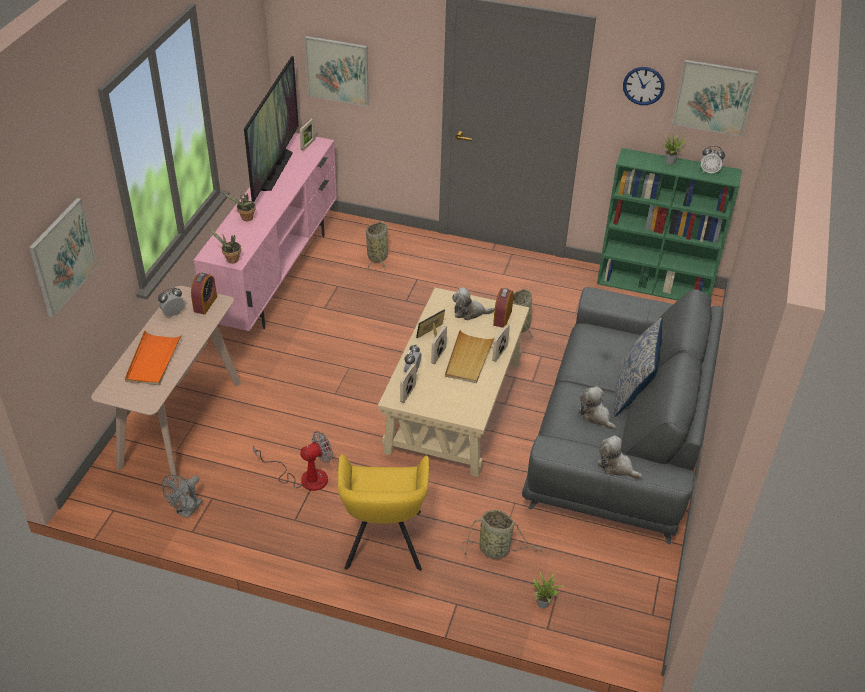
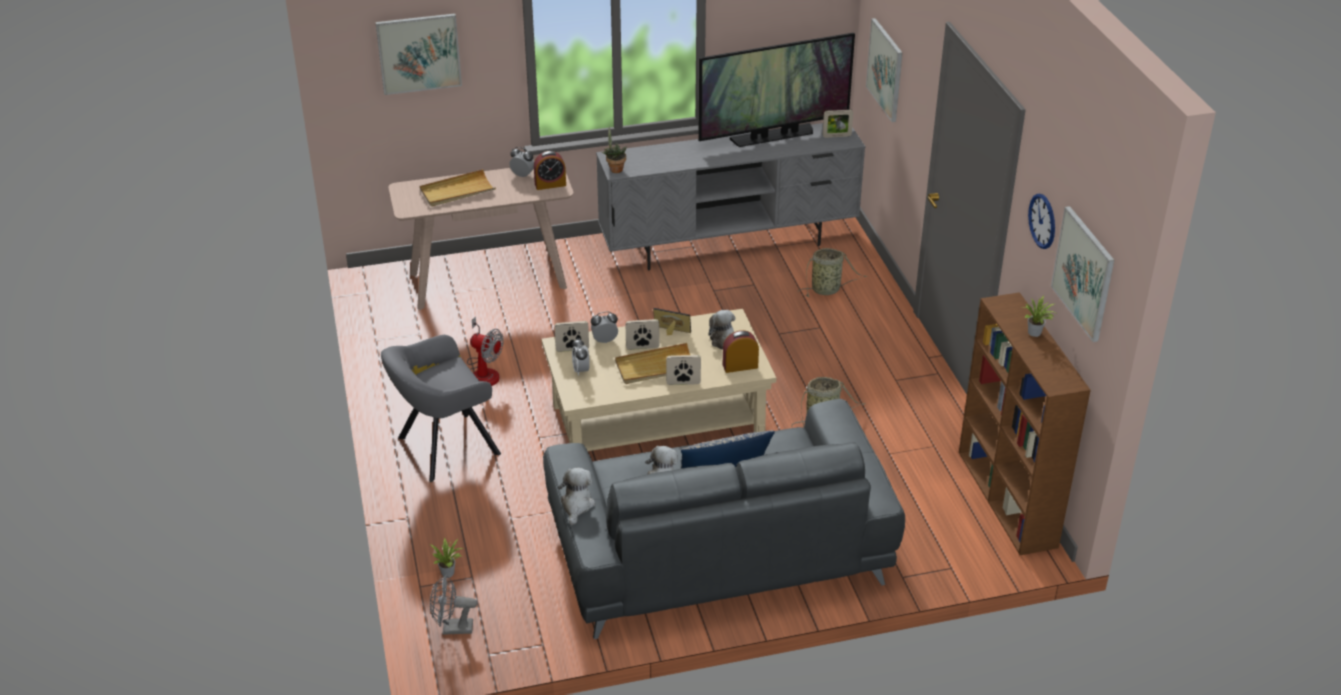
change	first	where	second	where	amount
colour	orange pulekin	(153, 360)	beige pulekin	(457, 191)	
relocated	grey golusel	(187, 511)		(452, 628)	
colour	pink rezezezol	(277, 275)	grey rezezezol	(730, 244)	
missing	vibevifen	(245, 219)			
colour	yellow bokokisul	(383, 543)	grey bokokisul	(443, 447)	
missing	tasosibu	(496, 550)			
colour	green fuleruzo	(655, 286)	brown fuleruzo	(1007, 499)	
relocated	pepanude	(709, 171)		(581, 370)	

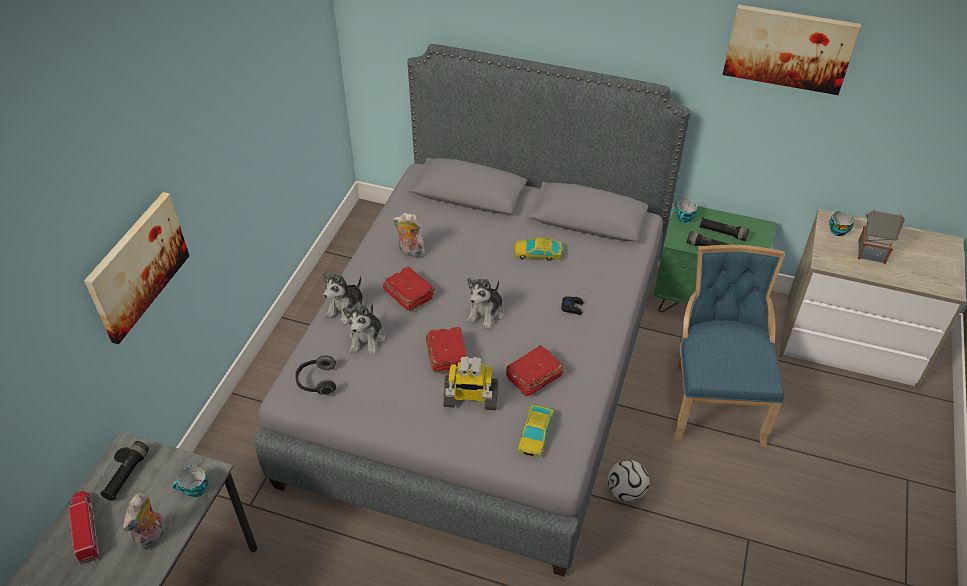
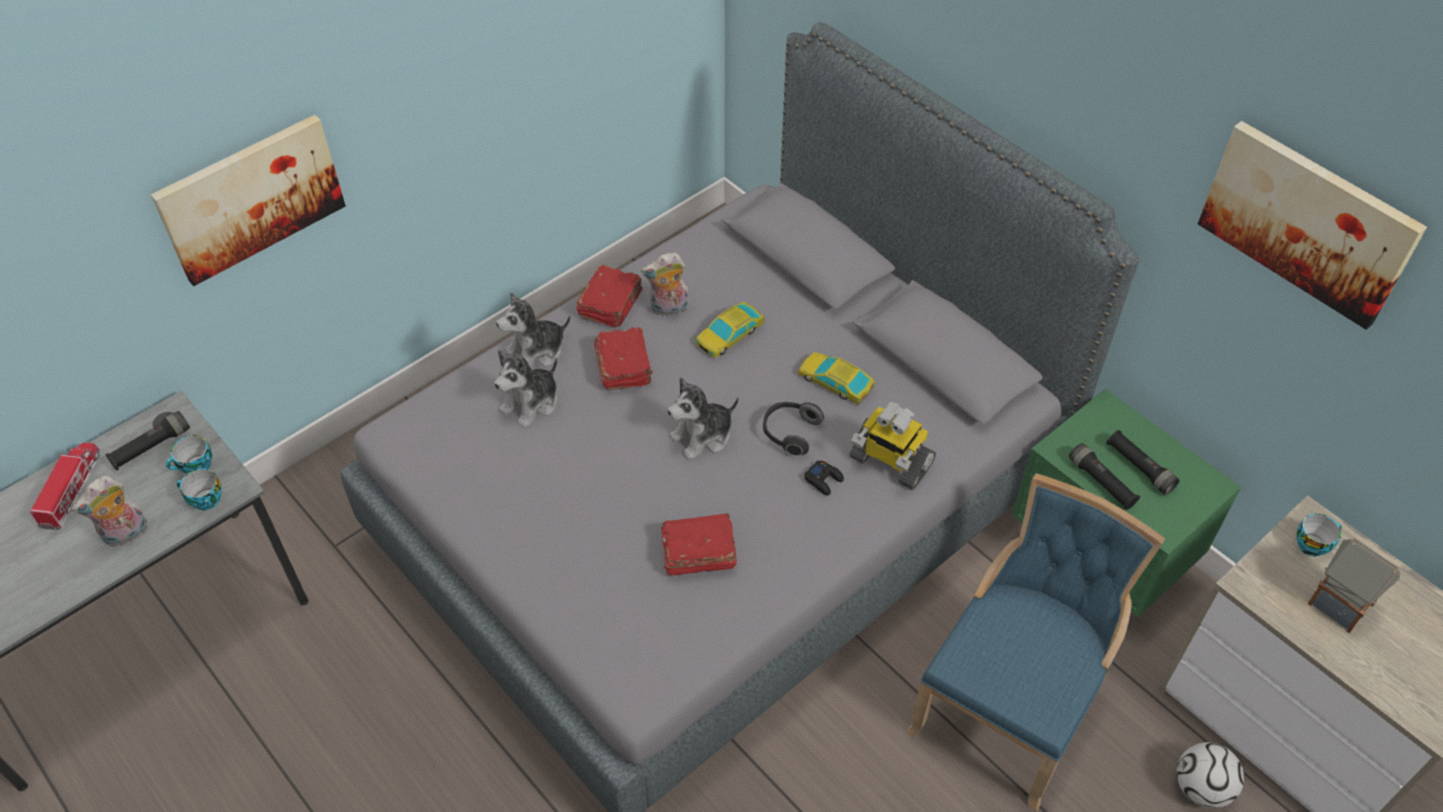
change	first	where	second	where	amount
relocated	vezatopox	(317, 382)		(790, 433)	
spun	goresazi	(410, 253)		(668, 309)	60 degrees counterclockwise
relocated	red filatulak	(447, 355)		(611, 304)	
relocated	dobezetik	(470, 398)		(889, 461)	
relocated	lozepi	(535, 434)		(730, 335)	
relocated	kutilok	(626, 492)		(1201, 788)	
relocated	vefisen	(684, 219)		(196, 467)	

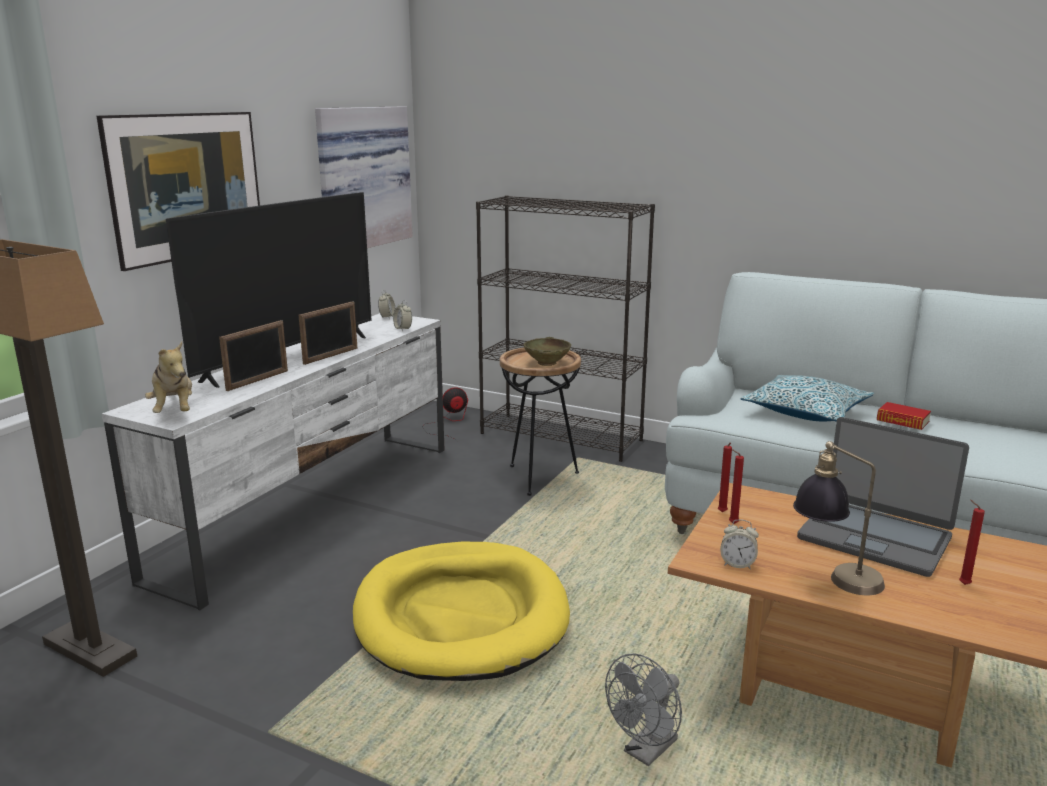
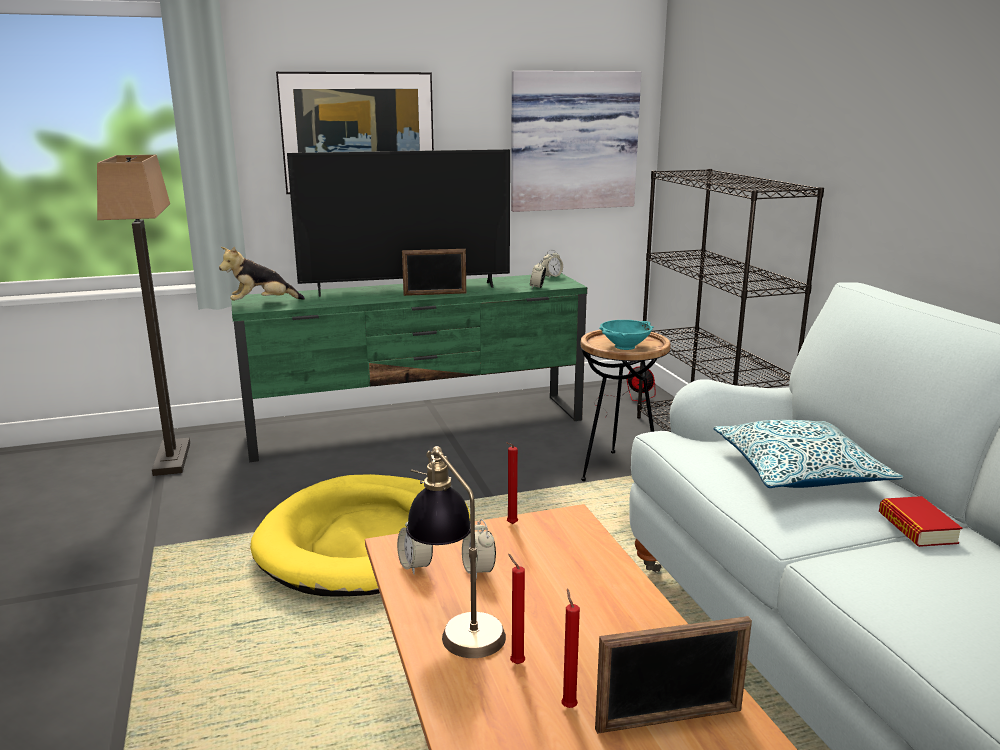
change	first	where	second	where	amount
colour	white rezezezol	(315, 506)	green rezezezol	(419, 426)	
spun	goresazi	(174, 411)		(262, 304)	45 degrees clockwise
relocated	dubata	(258, 380)		(669, 720)	
colour	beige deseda	(547, 363)	turquoise deseda	(625, 346)	
missing	grey golusel	(646, 752)			
relocated	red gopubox	(731, 523)		(515, 662)	
missing	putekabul	(874, 537)			
appeared			pepanude	(478, 570)	

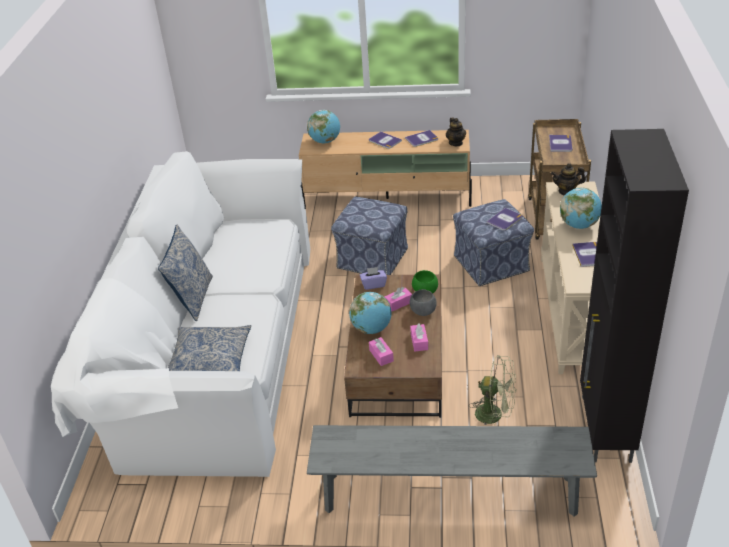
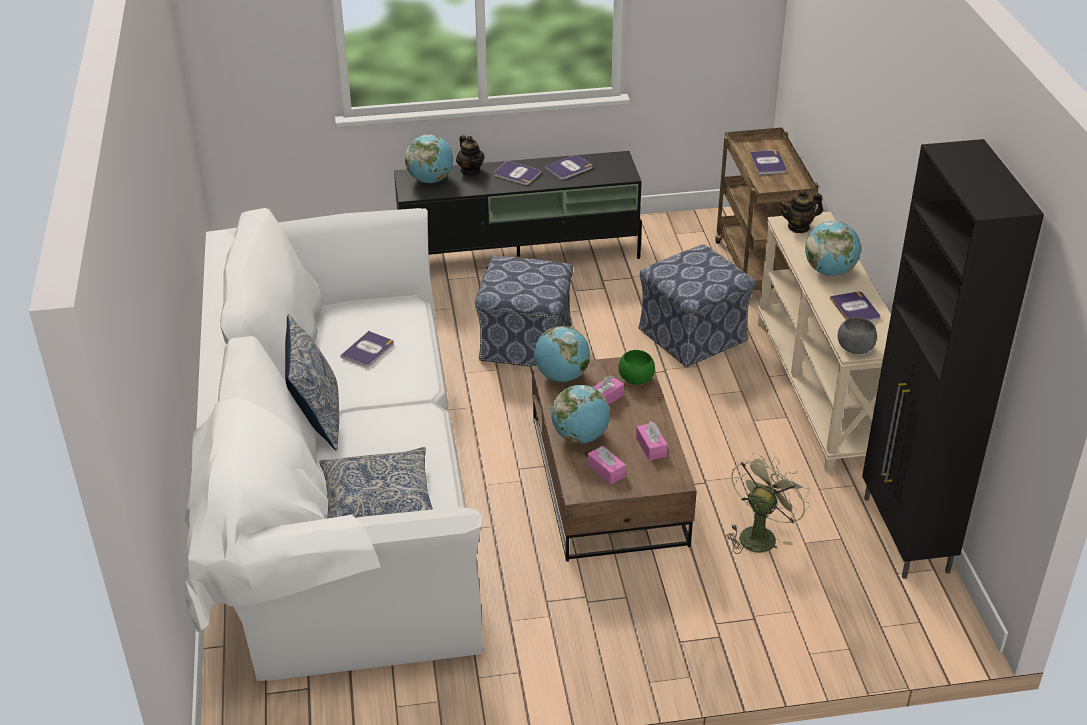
change	first	where	second	where	amount
colour	beige rezezezol	(388, 198)	black rezezezol	(520, 255)	
missing	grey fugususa	(449, 494)			
exchanged	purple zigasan	(373, 284)	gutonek	(561, 376)	
relocated	grey deseda	(423, 311)		(855, 348)	
relocated	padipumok	(456, 143)		(471, 171)	
spun	green golusel	(495, 414)		(760, 534)	60 degrees counterclockwise
relocated	filatulak	(504, 220)		(368, 350)	

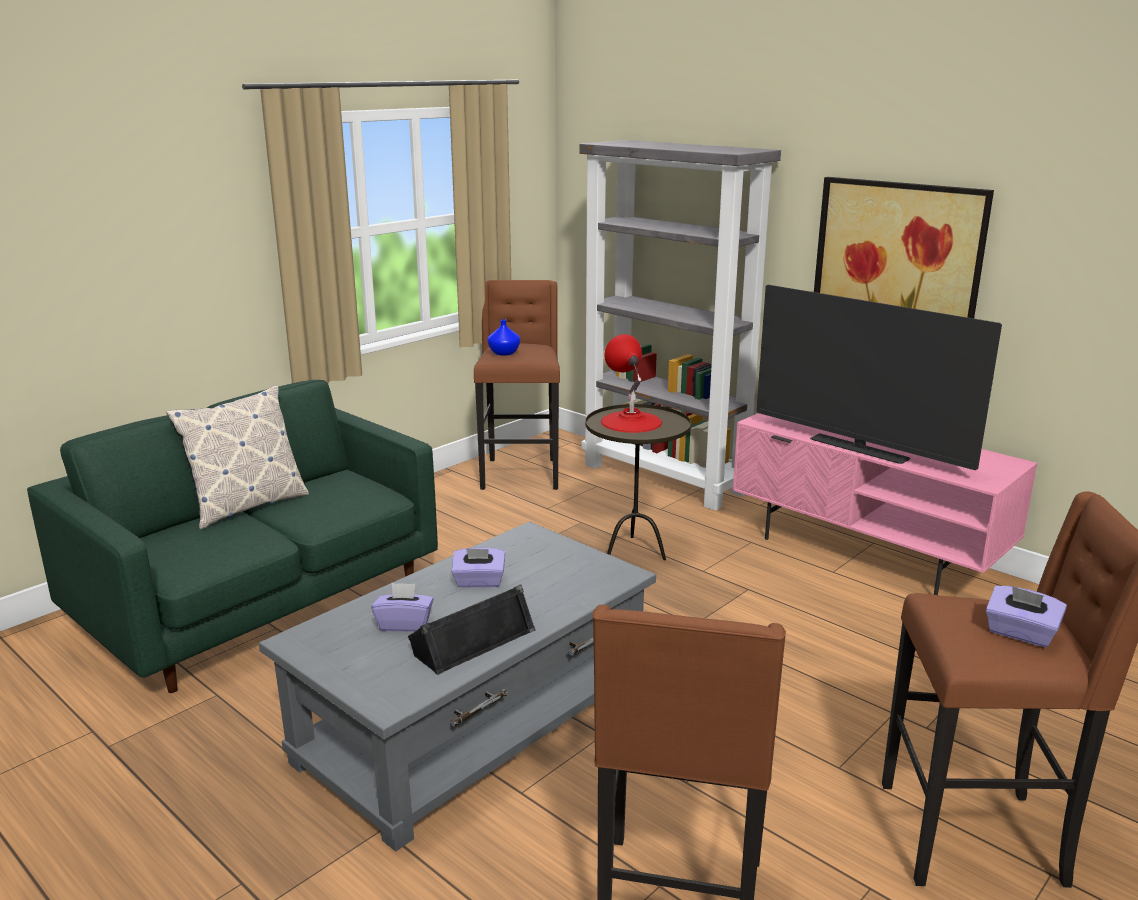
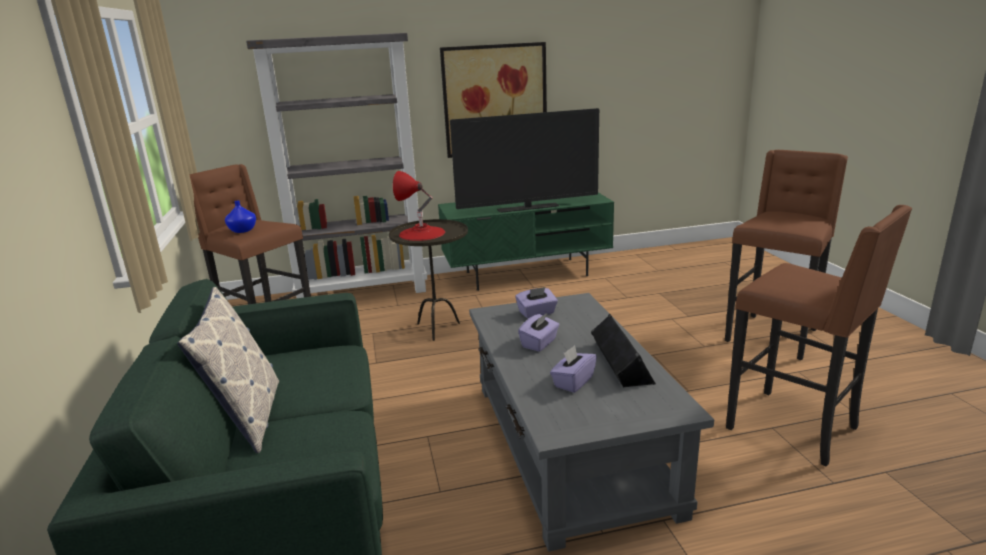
change	first	where	second	where	amount
colour	pink rezezezol	(867, 553)	green rezezezol	(527, 273)	
relocated	purple zigasan	(1020, 634)		(537, 313)	

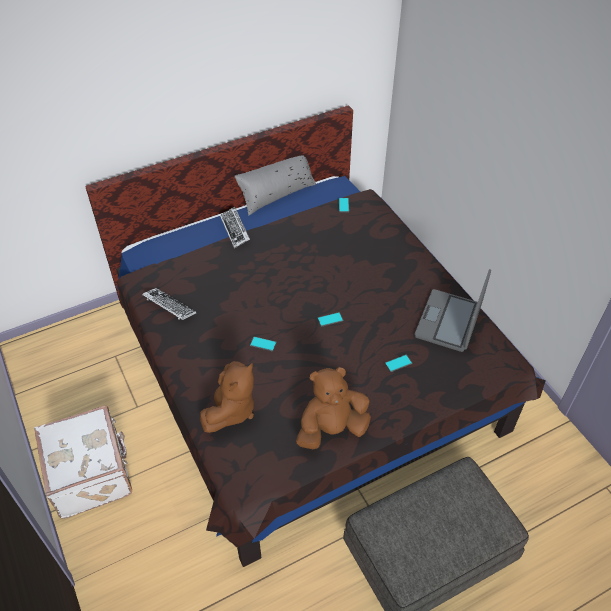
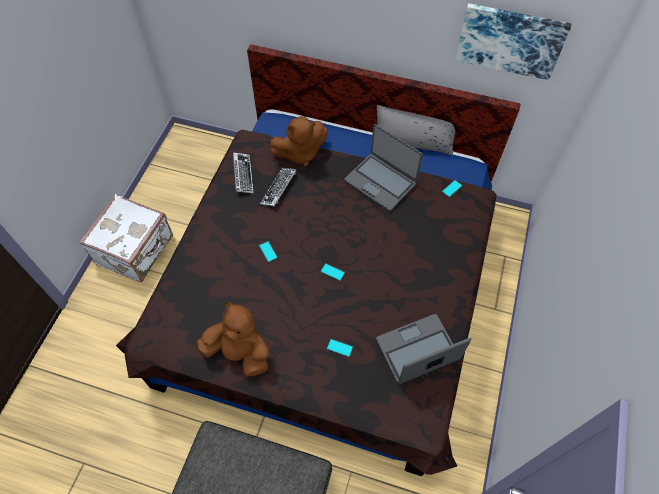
change	first	where	second	where	amount
relocated	brown goresazi	(231, 410)		(300, 153)	
relocated	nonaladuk	(235, 229)		(279, 189)	
appeared			putekabul	(380, 182)	
appeared			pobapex	(510, 40)	

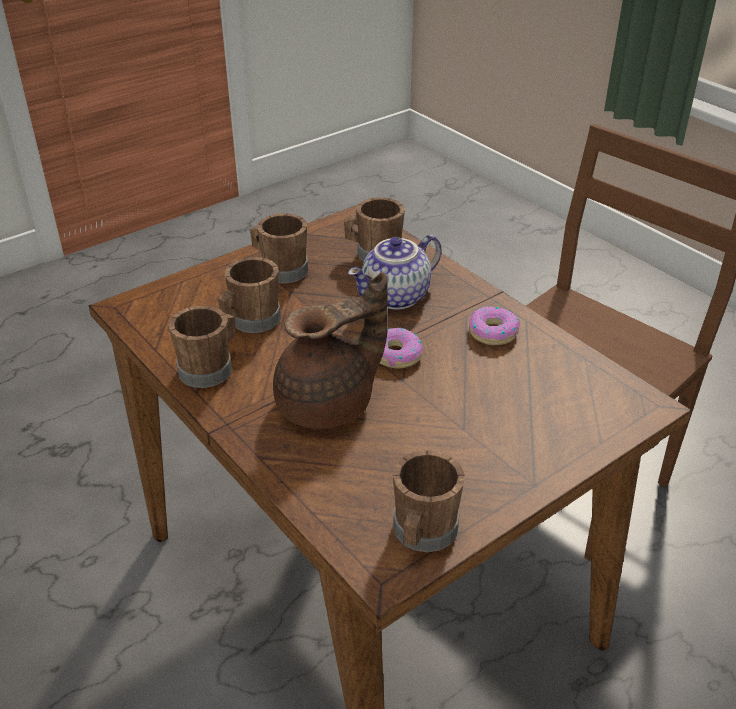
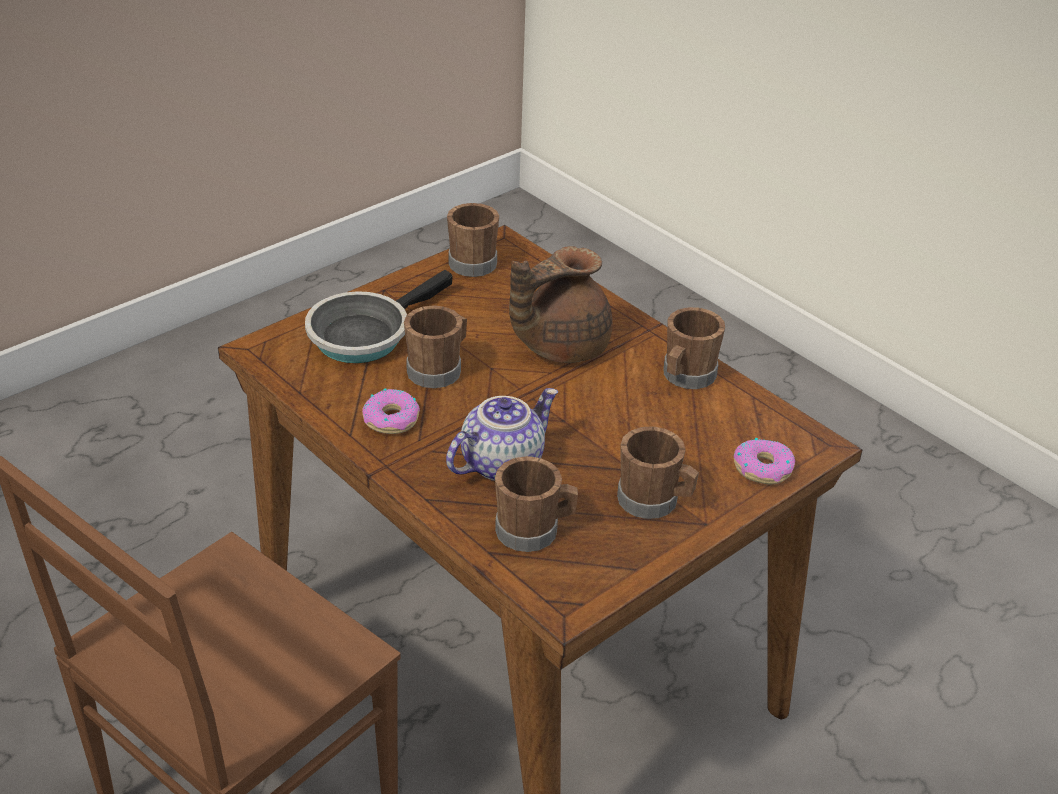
change	first	where	second	where	amount
relocated	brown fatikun	(251, 322)		(438, 369)	
relocated	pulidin	(395, 355)		(763, 468)	
appeared			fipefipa	(364, 334)	

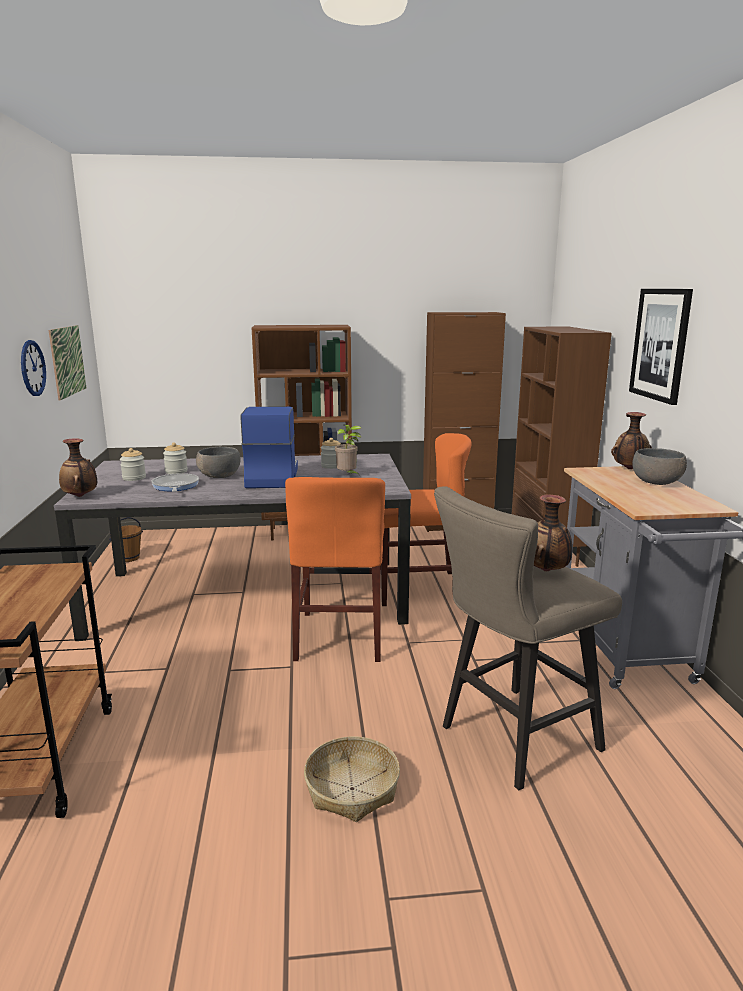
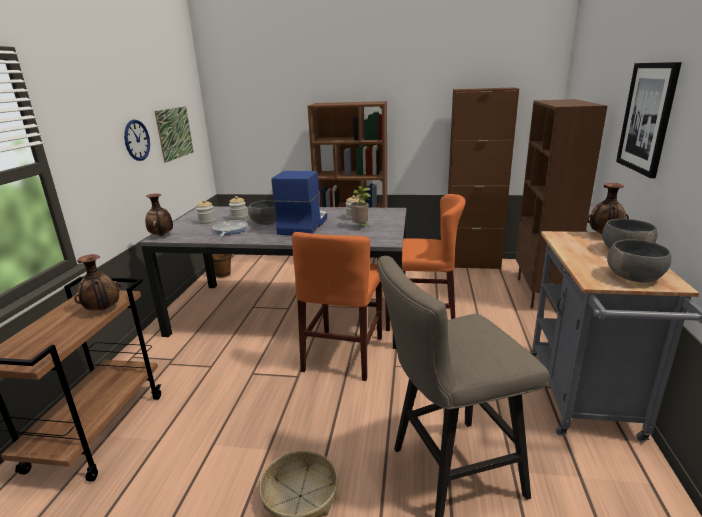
change	first	where	second	where	amount
relocated	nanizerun	(547, 571)		(103, 310)	
appeared			grey deseda	(633, 277)	

